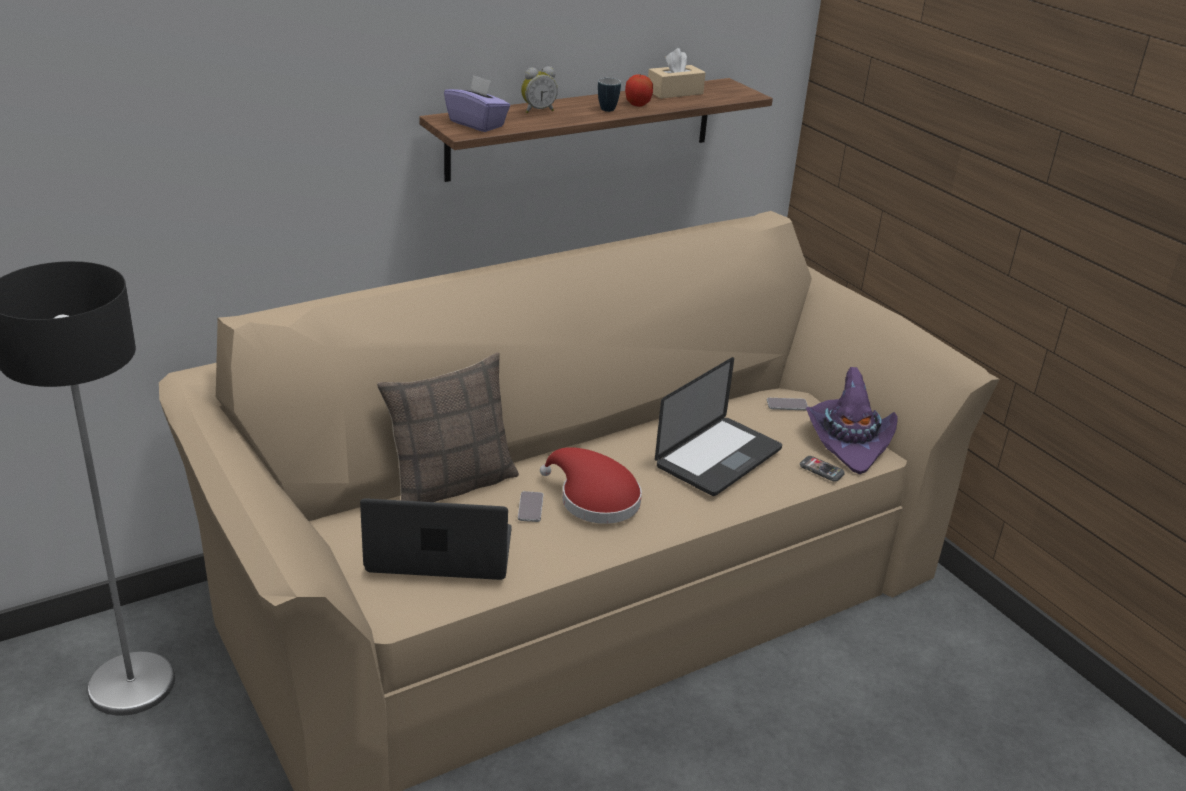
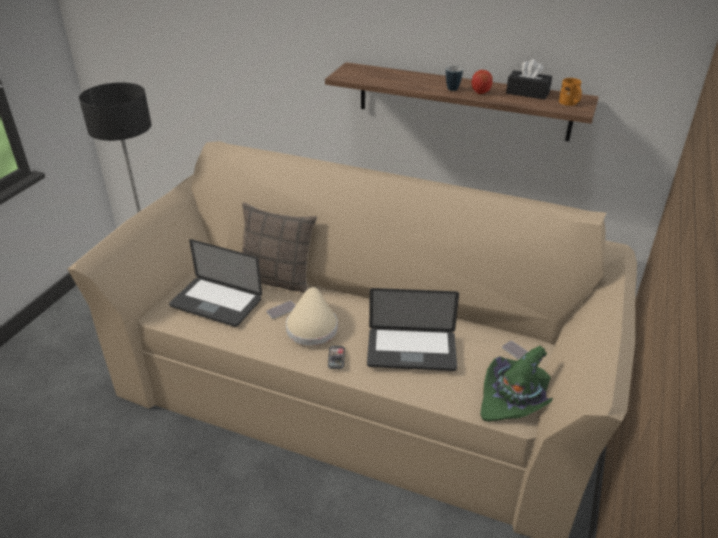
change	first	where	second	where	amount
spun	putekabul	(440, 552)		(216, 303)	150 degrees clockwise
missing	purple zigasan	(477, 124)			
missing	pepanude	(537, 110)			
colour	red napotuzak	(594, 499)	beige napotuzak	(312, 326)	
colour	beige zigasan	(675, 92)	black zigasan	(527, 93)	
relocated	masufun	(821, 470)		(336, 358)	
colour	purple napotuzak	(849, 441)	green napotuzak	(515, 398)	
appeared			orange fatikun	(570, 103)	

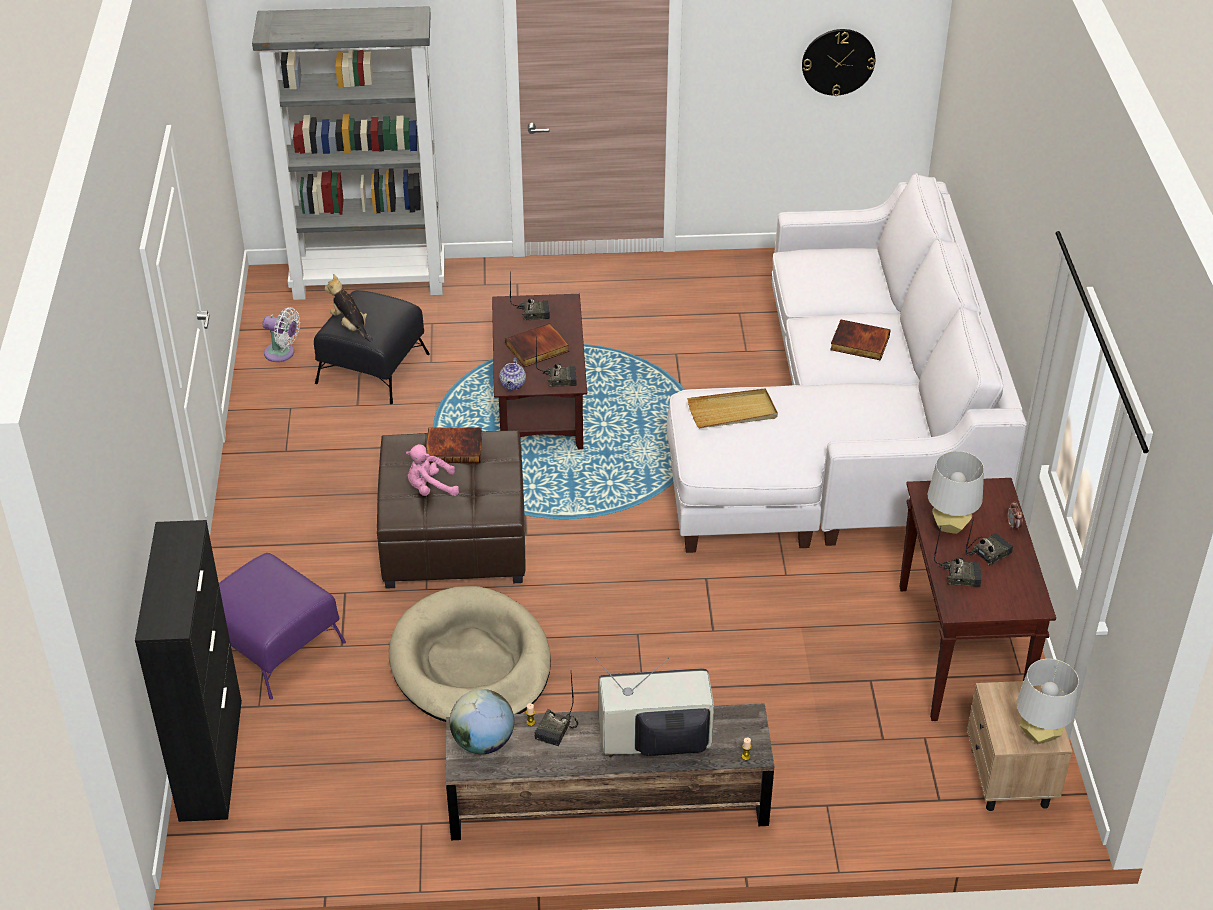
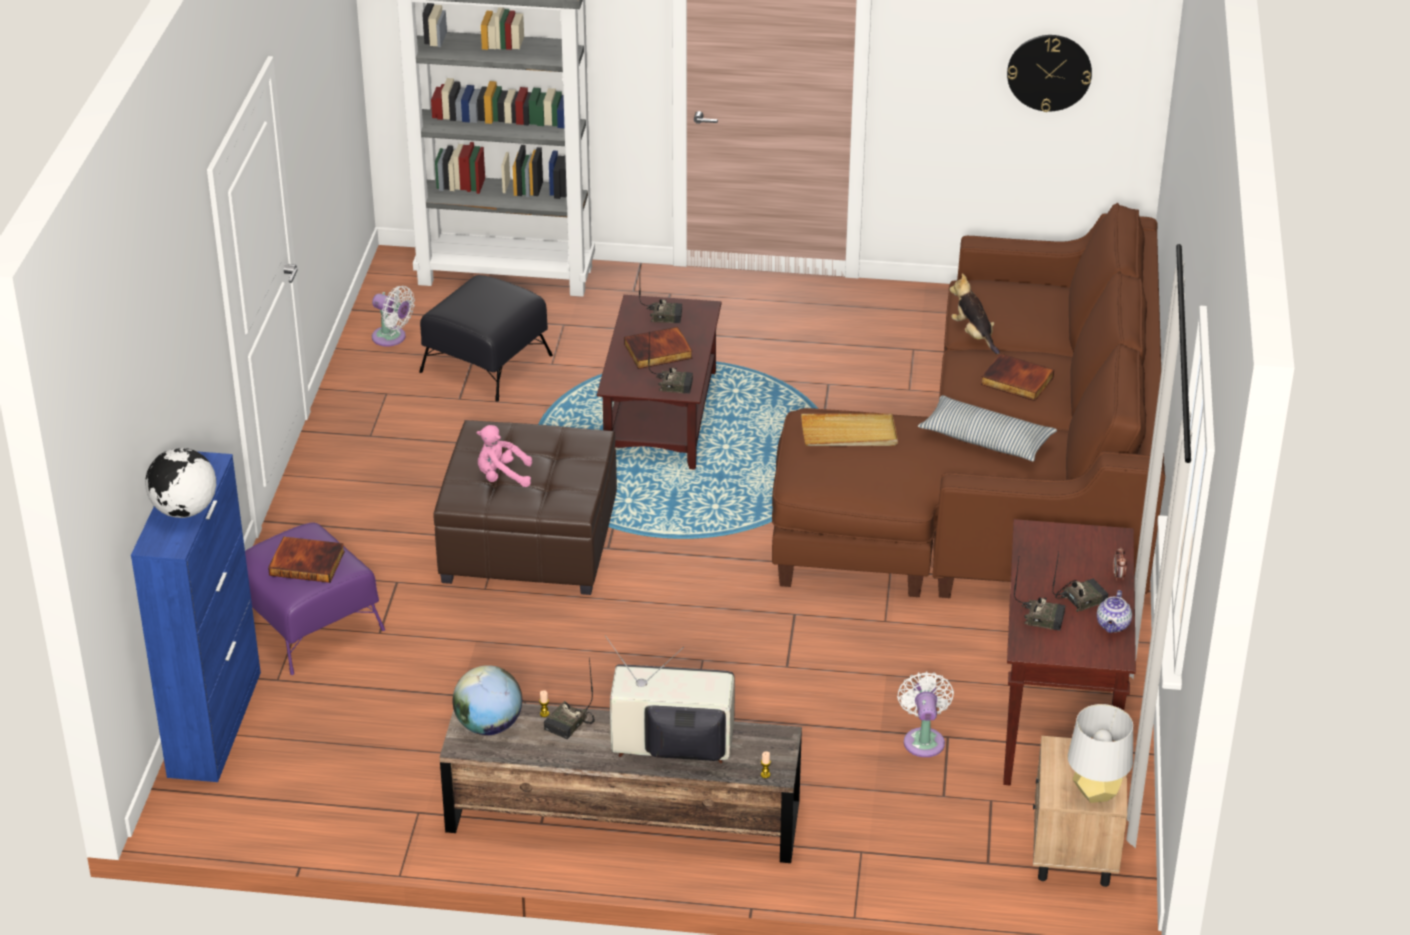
change	first	where	second	where	amount
colour	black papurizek	(211, 758)	blue papurizek	(215, 723)	
relocated	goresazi	(351, 326)		(973, 335)	
missing	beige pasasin	(471, 663)			
relocated	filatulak	(454, 447)		(308, 562)	
relocated	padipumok	(513, 385)		(1113, 625)	
colour	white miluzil	(848, 432)	brown miluzil	(1000, 485)	
missing	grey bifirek	(950, 525)			
appeared			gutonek	(184, 511)	
appeared			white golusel	(923, 739)	
appeared			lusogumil	(986, 440)	

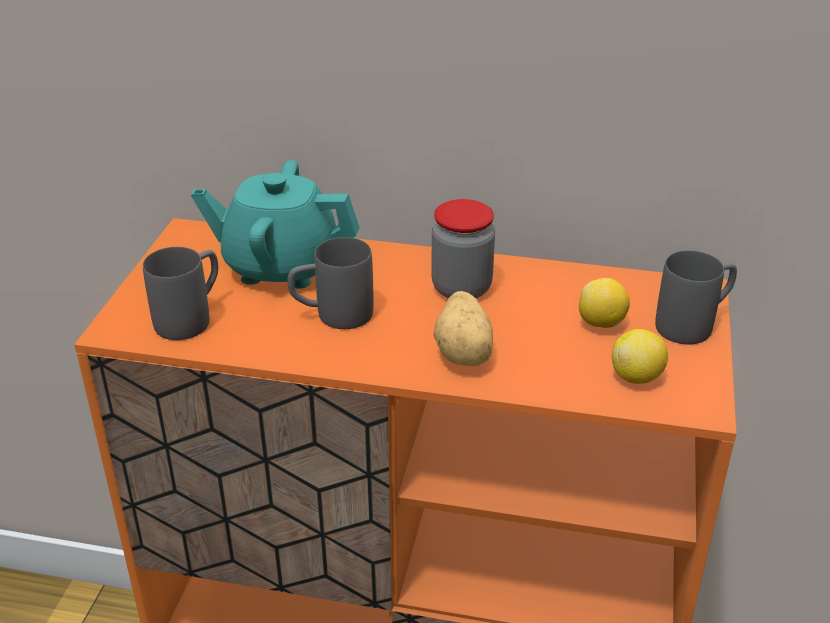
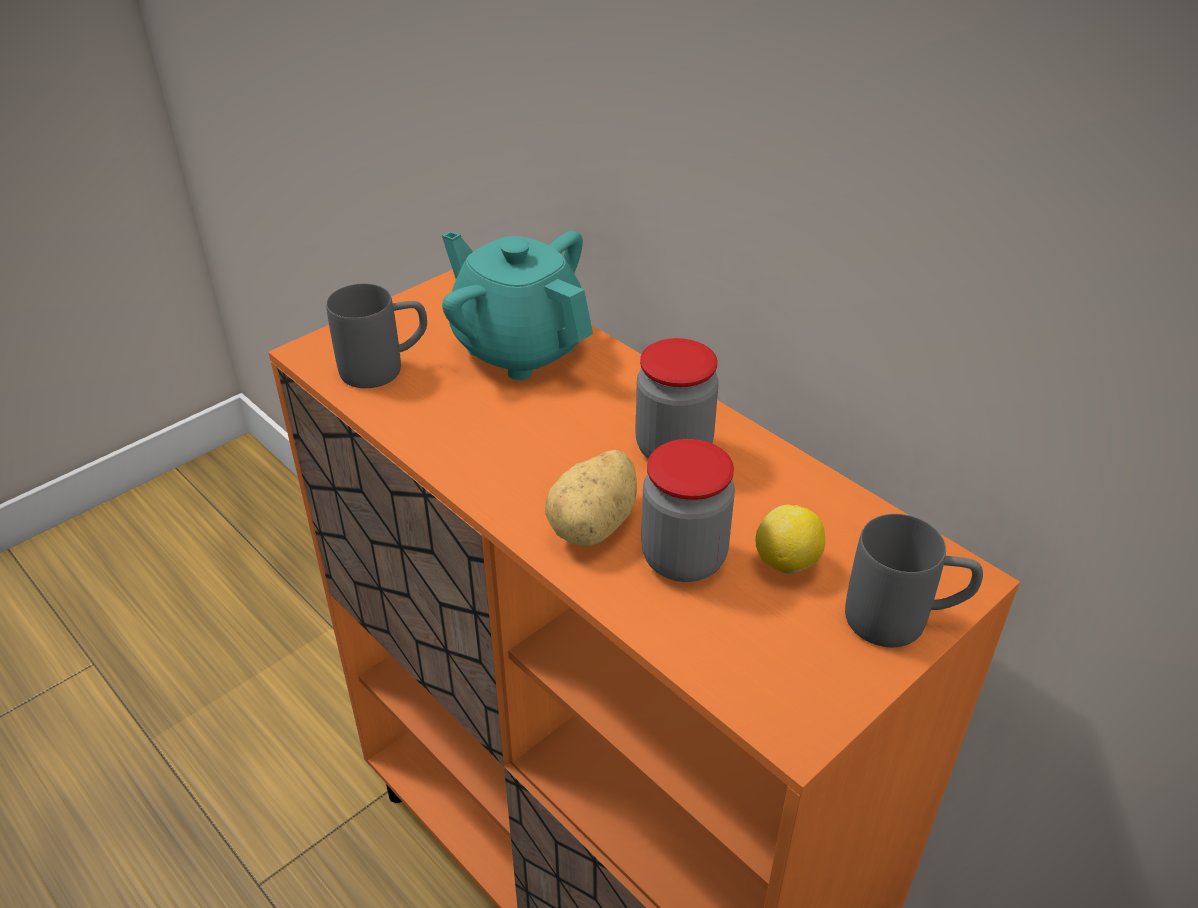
change	first	where	second	where	amount
missing	grey fatikun	(332, 316)			
missing	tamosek	(636, 377)			
appeared			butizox	(683, 558)	

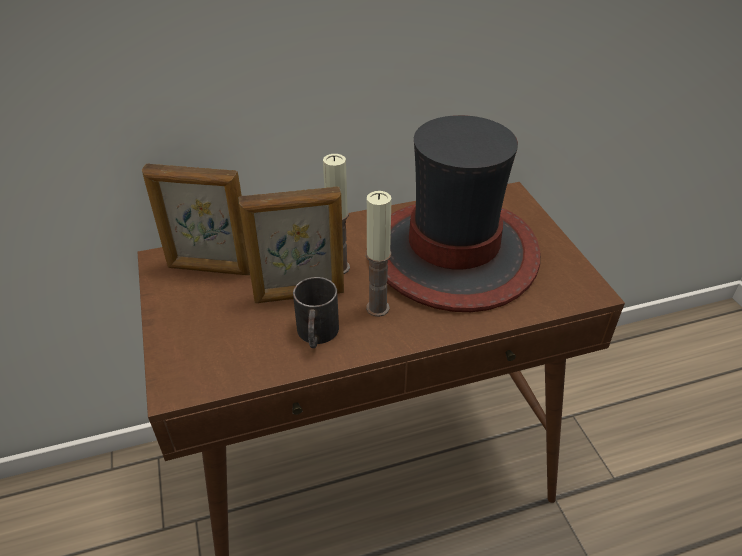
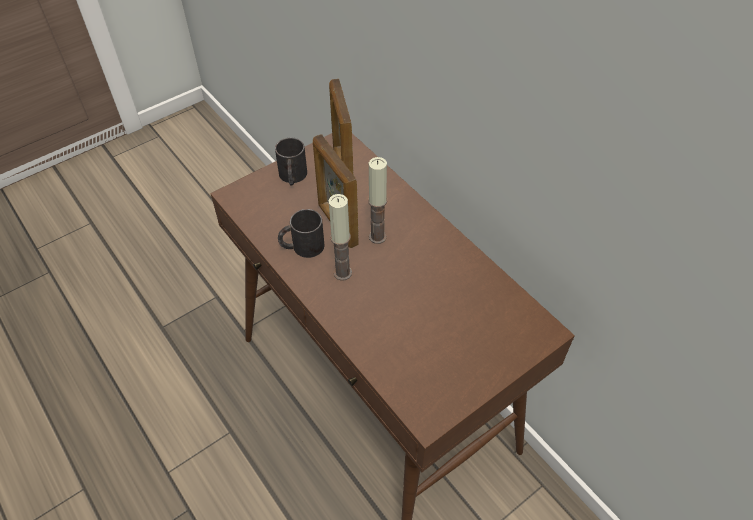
change	first	where	second	where	amount
missing	napotuzak	(453, 254)			
appeared			black fatikun	(292, 177)	

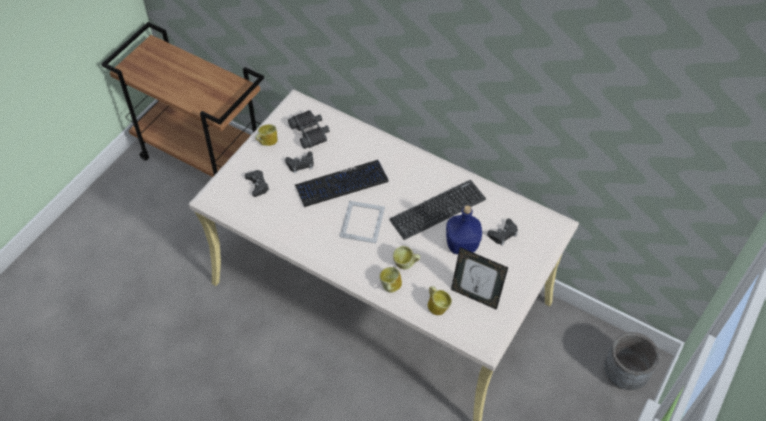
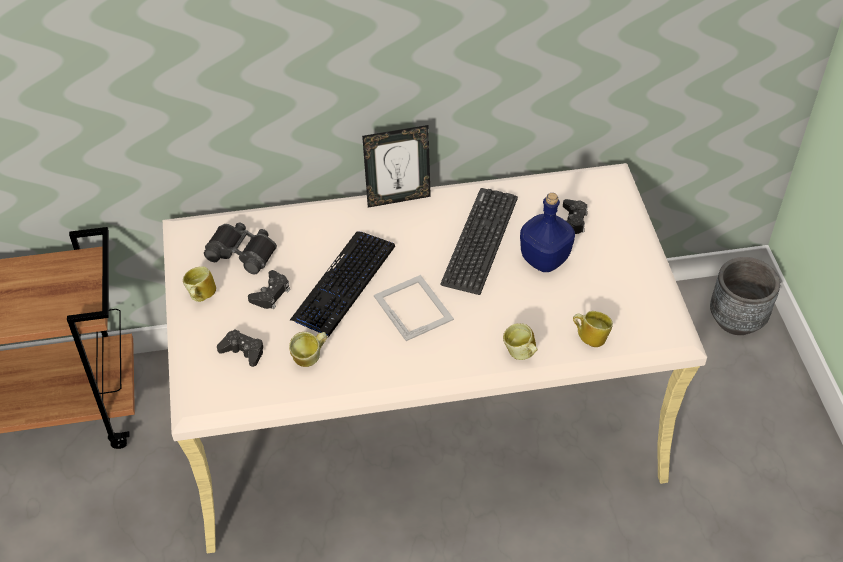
change	first	where	second	where	amount
relocated	fatikun	(406, 265)		(310, 359)	
relocated	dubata	(475, 296)		(398, 198)	

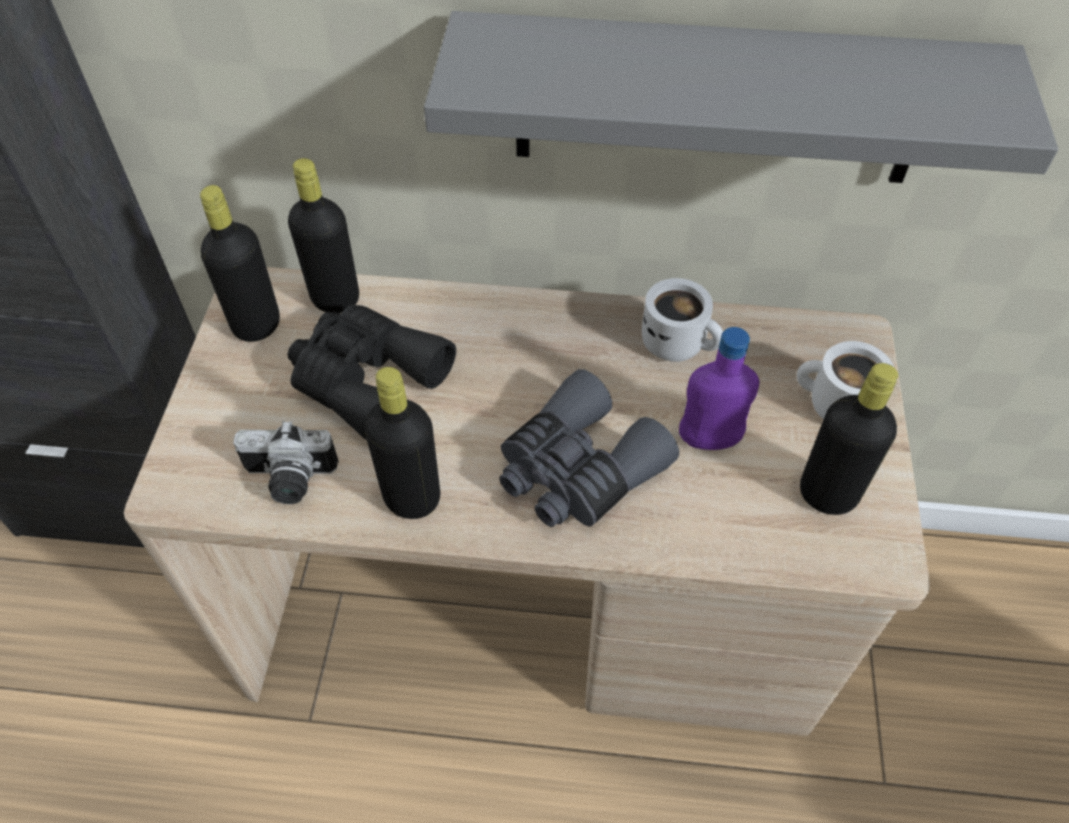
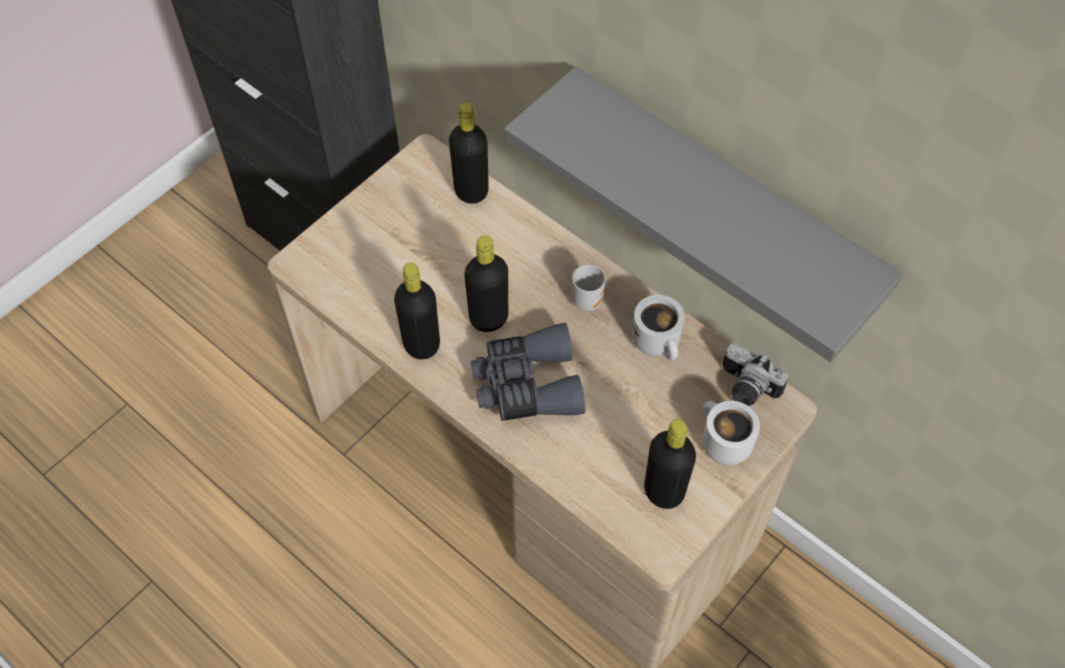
change	first	where	second	where	amount
relocated	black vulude	(256, 325)		(488, 318)	
relocated	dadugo	(289, 481)		(745, 389)	
missing	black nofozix	(367, 380)			
missing	purple vulude	(709, 440)			
appeared			fatikun	(586, 299)	

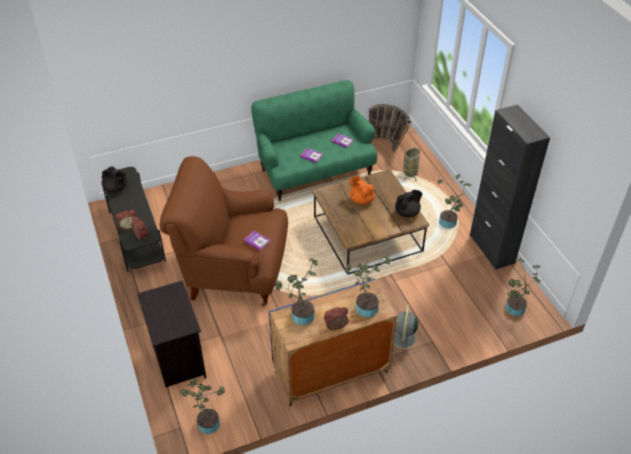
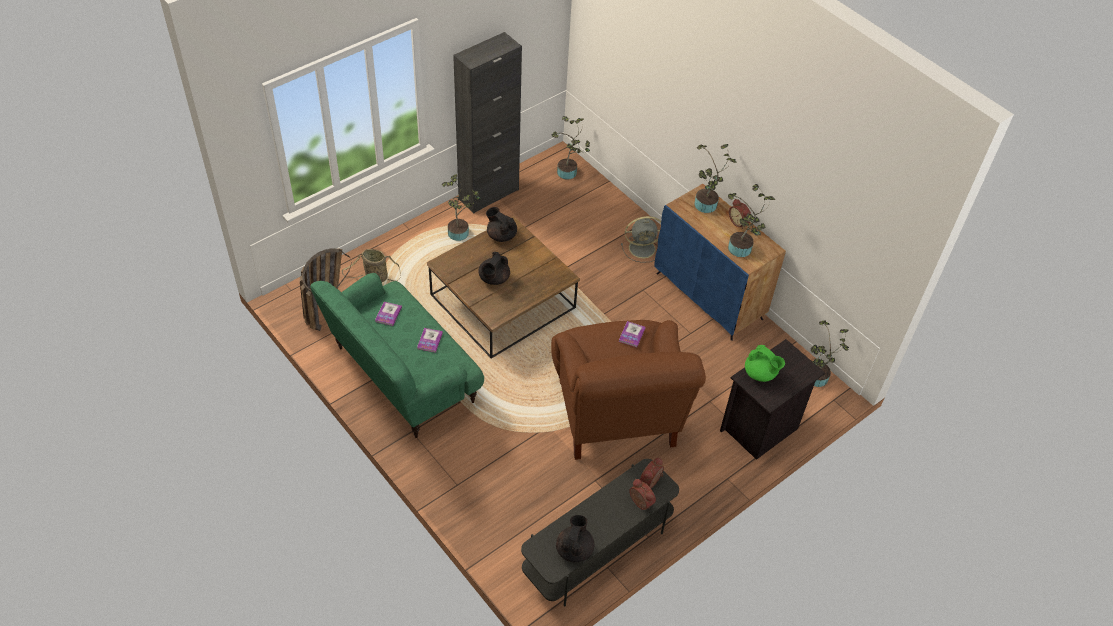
change	first	where	second	where	amount
colour	orange padipumok	(361, 199)	black padipumok	(493, 279)	
appeared			green padipumok	(760, 373)	

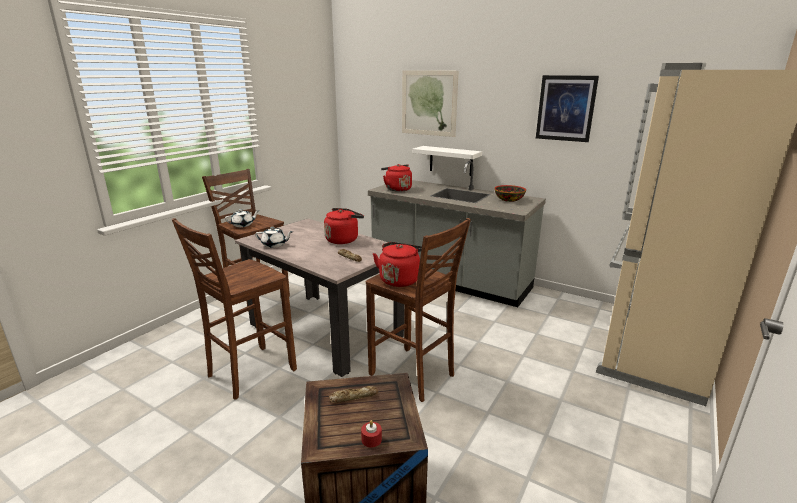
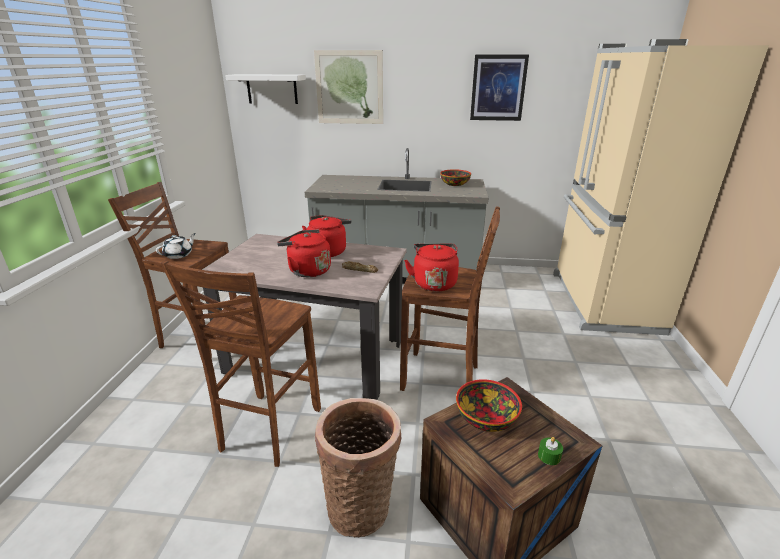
change	first	where	second	where	amount
missing	white padipumok	(274, 245)			
exchanged	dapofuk	(353, 397)	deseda	(486, 419)	
colour	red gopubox	(371, 439)	green gopubox	(549, 456)	
relocated	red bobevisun	(397, 189)		(307, 270)	
relocated	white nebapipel	(451, 160)		(272, 89)	
appeared			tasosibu	(361, 505)	

